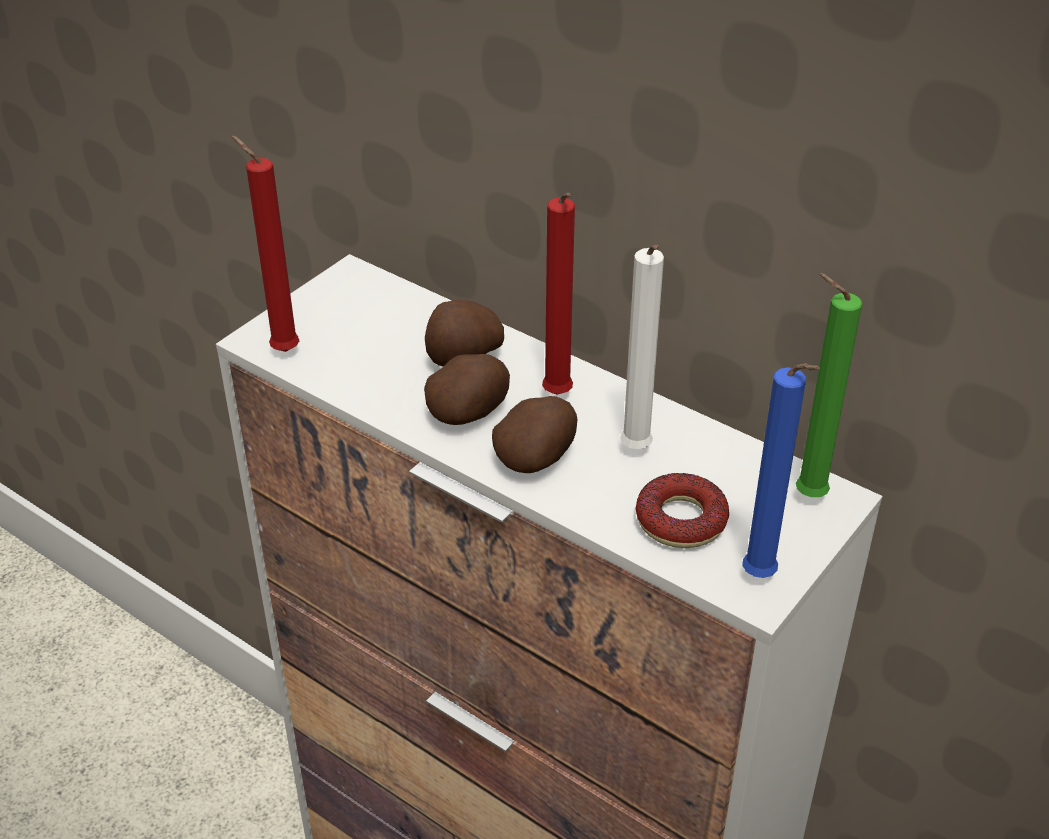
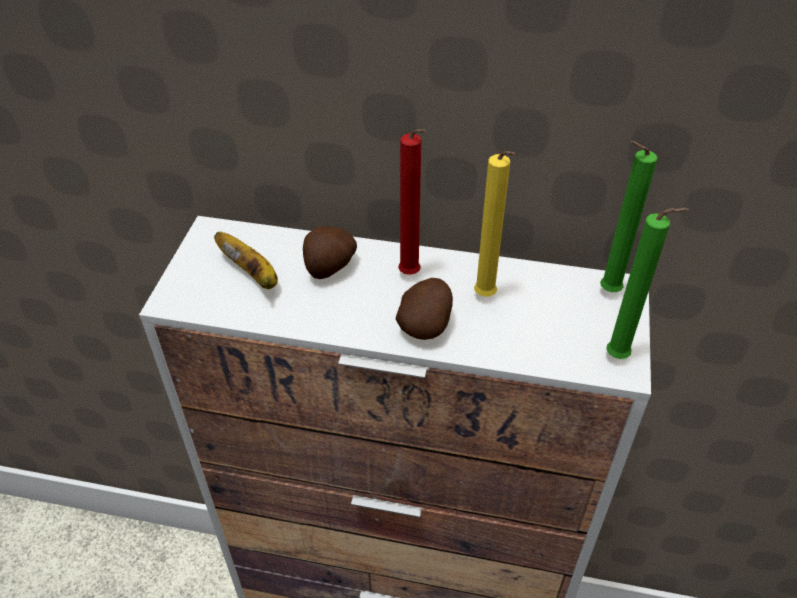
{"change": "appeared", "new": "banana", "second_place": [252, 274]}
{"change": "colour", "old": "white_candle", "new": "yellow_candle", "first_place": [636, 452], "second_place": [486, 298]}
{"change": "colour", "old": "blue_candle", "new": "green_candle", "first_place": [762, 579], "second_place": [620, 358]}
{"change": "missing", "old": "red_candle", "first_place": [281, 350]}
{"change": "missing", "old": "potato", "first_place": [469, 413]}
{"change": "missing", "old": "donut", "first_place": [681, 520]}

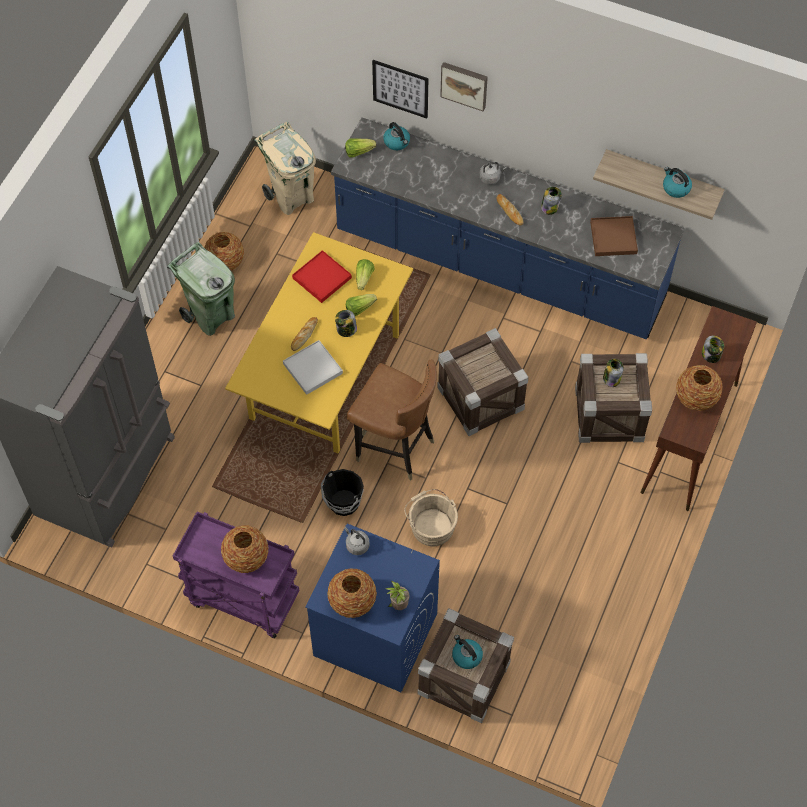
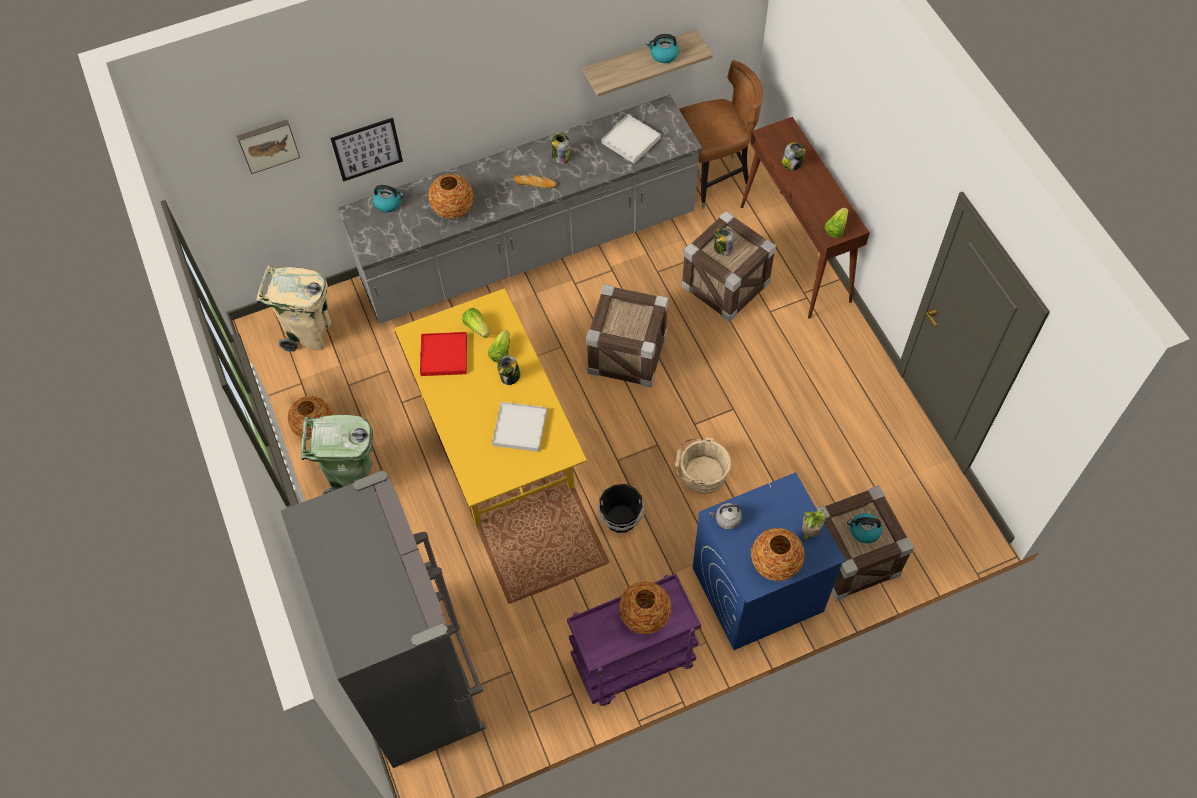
{"change": "relocated", "old": "picture", "first_place": [464, 84], "second_place": [268, 144]}
{"change": "colour", "old": "blue_counter", "new": "grey_counter", "first_place": [499, 266], "second_place": [529, 250]}
{"change": "relocated", "old": "vase", "first_place": [695, 398], "second_place": [453, 209]}
{"change": "colour", "old": "brown_tray", "new": "white_tray", "first_place": [613, 238], "second_place": [631, 140]}
{"change": "relocated", "old": "brown_chair", "first_place": [394, 448], "second_place": [715, 180]}
{"change": "relocated", "old": "lettuce", "first_place": [358, 152], "second_place": [836, 228]}
{"change": "missing", "old": "bread", "first_place": [304, 335]}
{"change": "missing", "old": "grey_kettle", "first_place": [491, 177]}

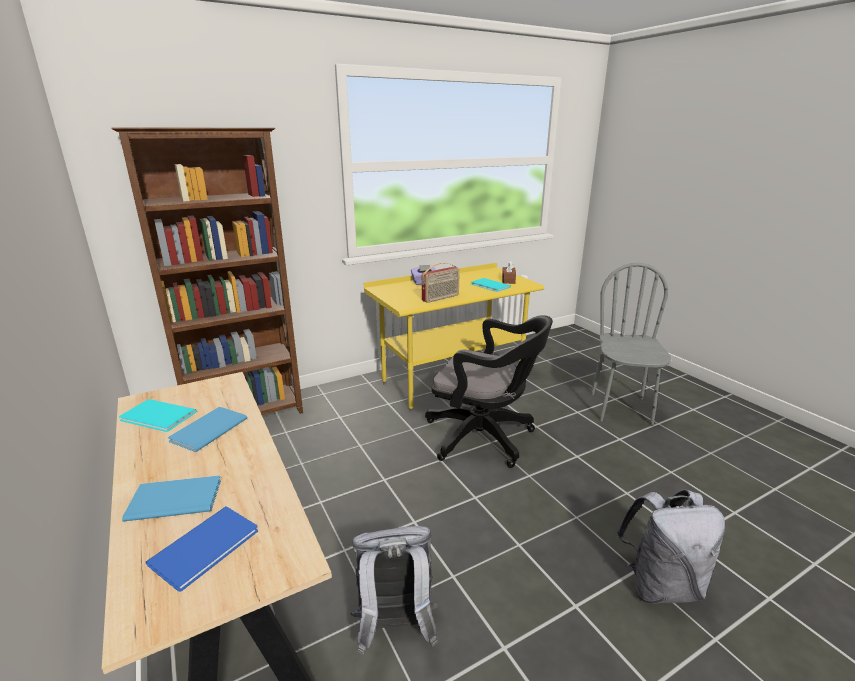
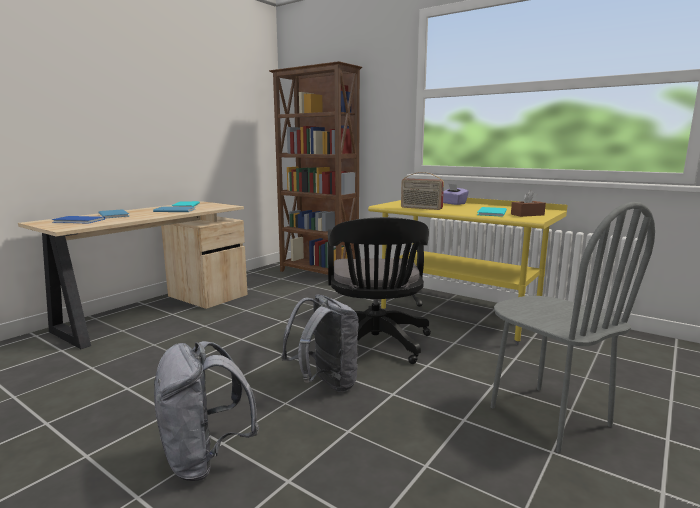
{"change": "relocated", "old": "grey_backpack", "first_place": [395, 628], "second_place": [325, 384]}
{"change": "spun", "old": "grey_chair", "first_place": [621, 409], "second_place": [548, 416], "degrees": 75}

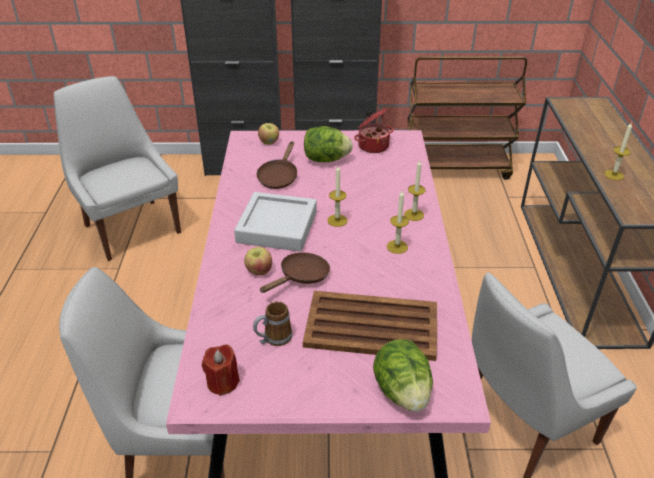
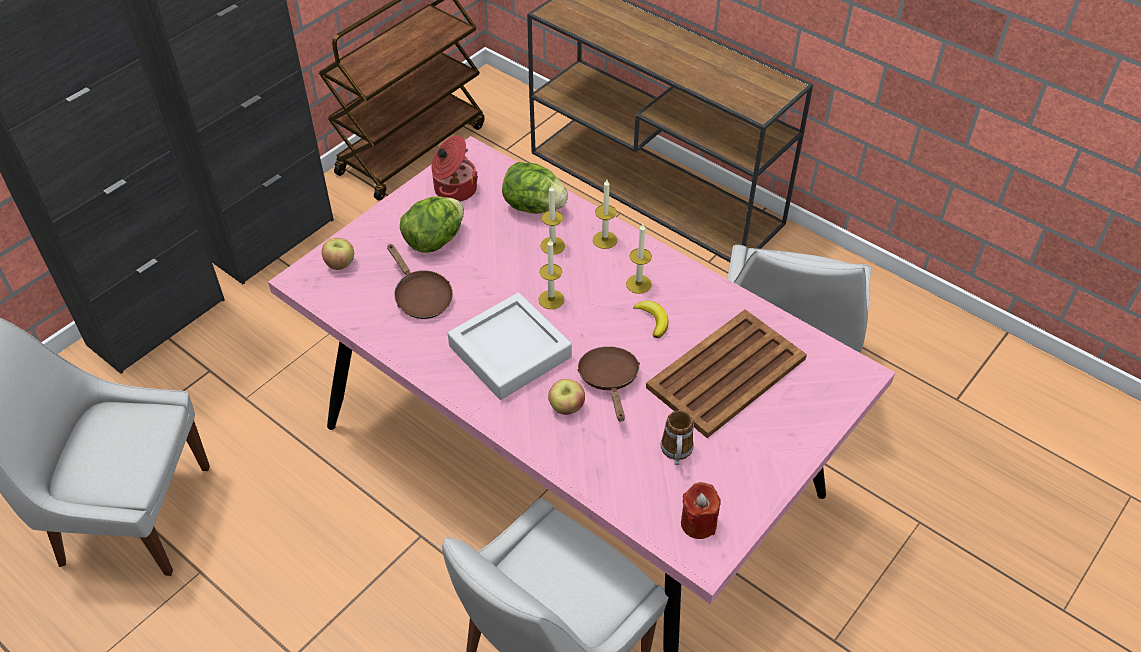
{"change": "relocated", "old": "lettuce", "first_place": [402, 391], "second_place": [533, 206]}
{"change": "relocated", "old": "candle", "first_place": [614, 175], "second_place": [552, 245]}
{"change": "appeared", "new": "banana", "second_place": [653, 320]}

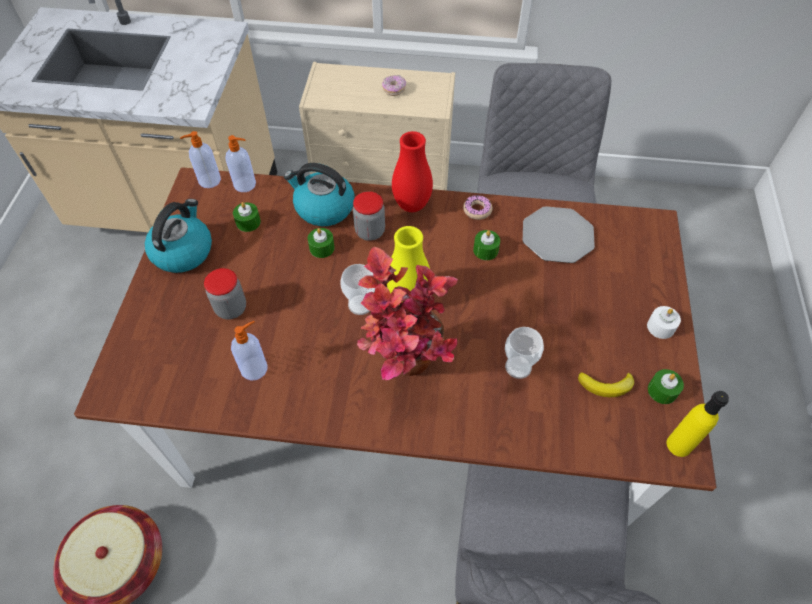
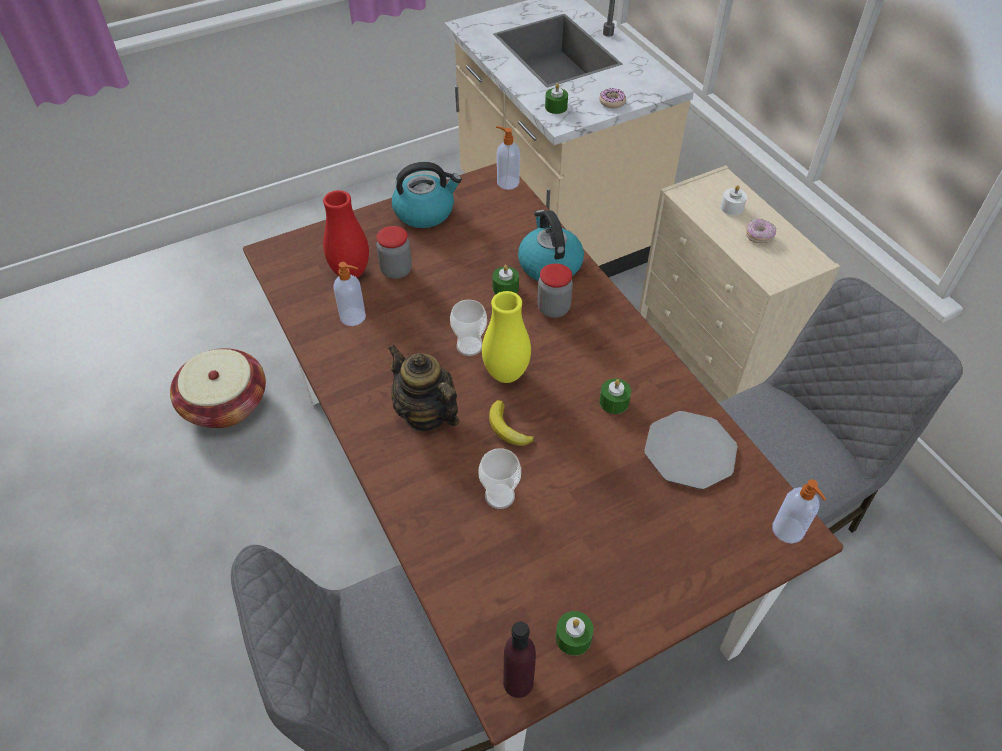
{"change": "relocated", "old": "red_vase", "first_place": [412, 205], "second_place": [350, 273]}
{"change": "exchanged", "old": "potted_plant", "new": "teapot", "first_place": [404, 372], "second_place": [425, 414]}
{"change": "relocated", "old": "banana", "first_place": [606, 385], "second_place": [507, 428]}
{"change": "colour", "old": "yellow_bottle", "new": "purple_bottle", "first_place": [679, 445], "second_place": [518, 682]}
{"change": "relocated", "old": "green_candle", "first_place": [248, 222], "second_place": [556, 107]}
{"change": "relocated", "old": "donut", "first_place": [477, 210], "second_place": [612, 102]}
{"change": "relocated", "old": "white_candle", "first_place": [660, 327], "second_place": [732, 207]}
{"change": "relocated", "old": "soap_dispenser", "first_place": [245, 184], "second_place": [788, 531]}

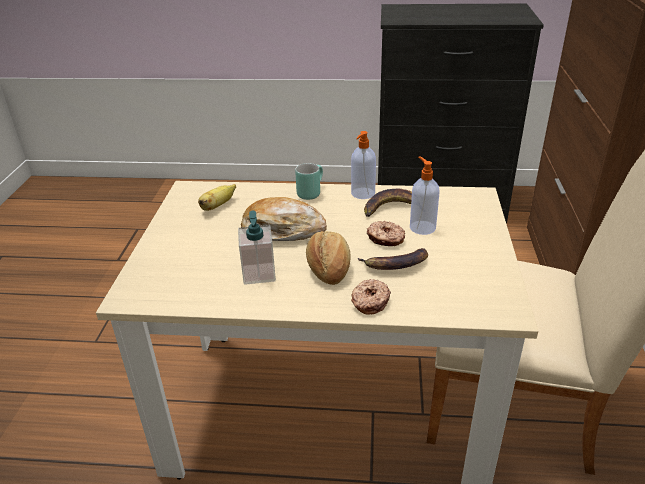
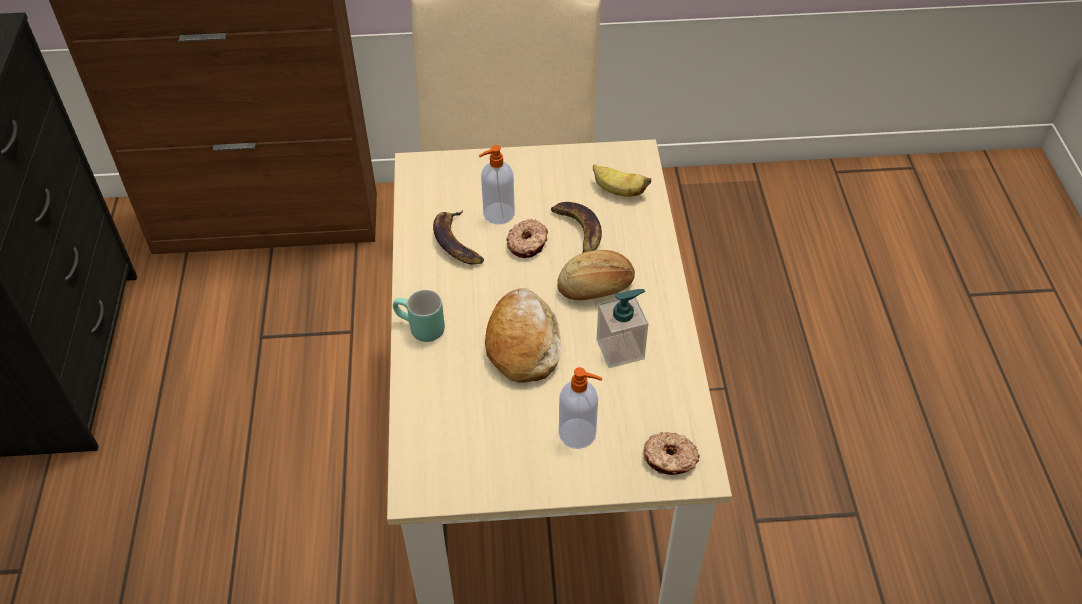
{"change": "relocated", "old": "soap_dispenser", "first_place": [362, 194], "second_place": [579, 434]}
{"change": "relocated", "old": "banana", "first_place": [217, 206], "second_place": [618, 191]}
{"change": "relocated", "old": "donut", "first_place": [369, 301], "second_place": [669, 459]}

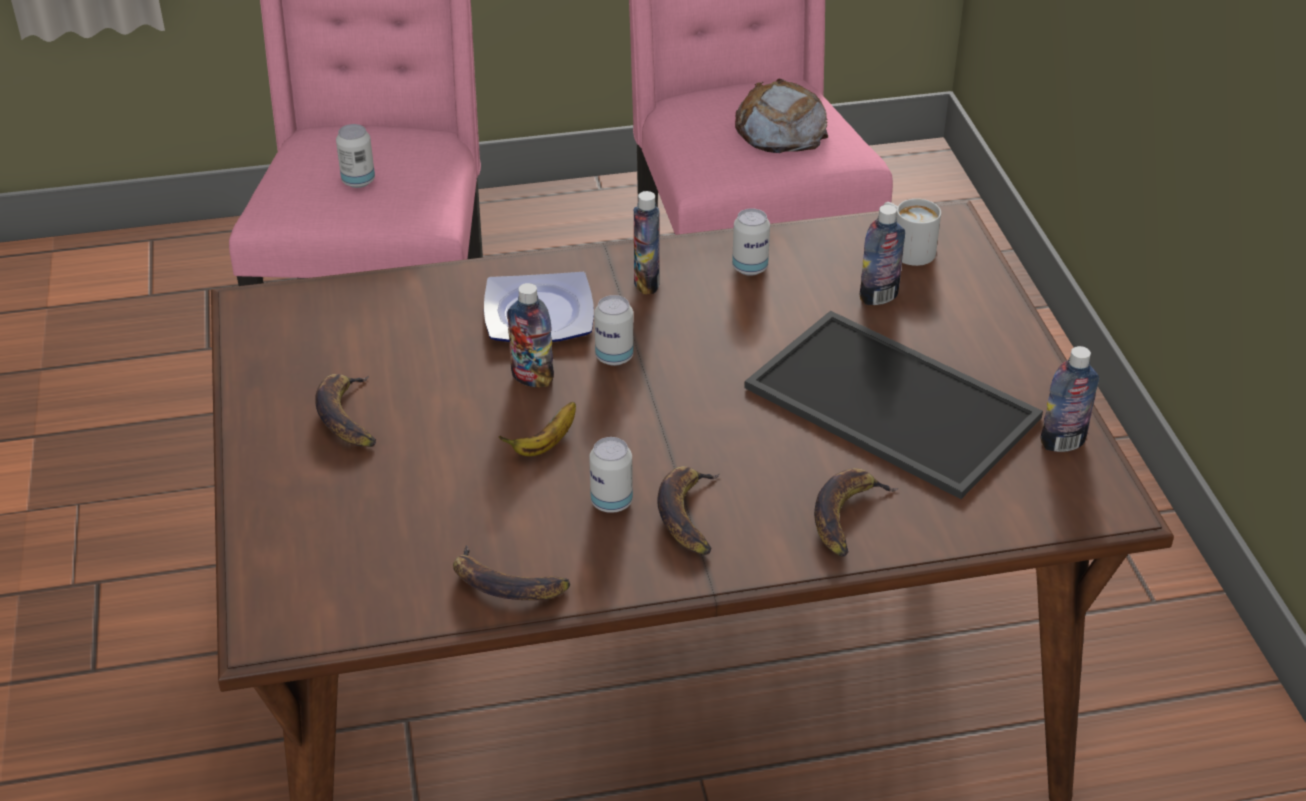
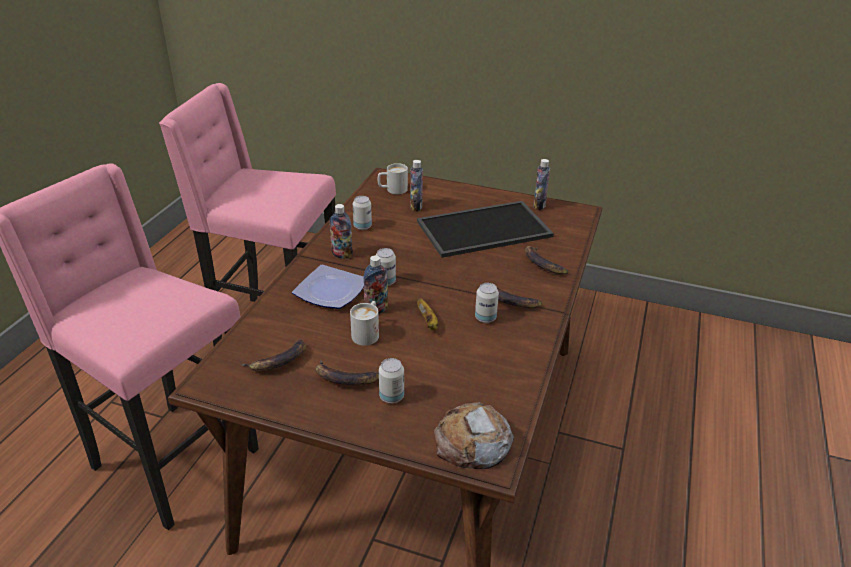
{"change": "relocated", "old": "banana", "first_place": [505, 585], "second_place": [278, 361]}
{"change": "appeared", "new": "white_mug", "second_place": [367, 333]}
{"change": "relocated", "old": "can", "first_place": [358, 181], "second_place": [391, 397]}
{"change": "relocated", "old": "bread", "first_place": [779, 129], "second_place": [473, 442]}

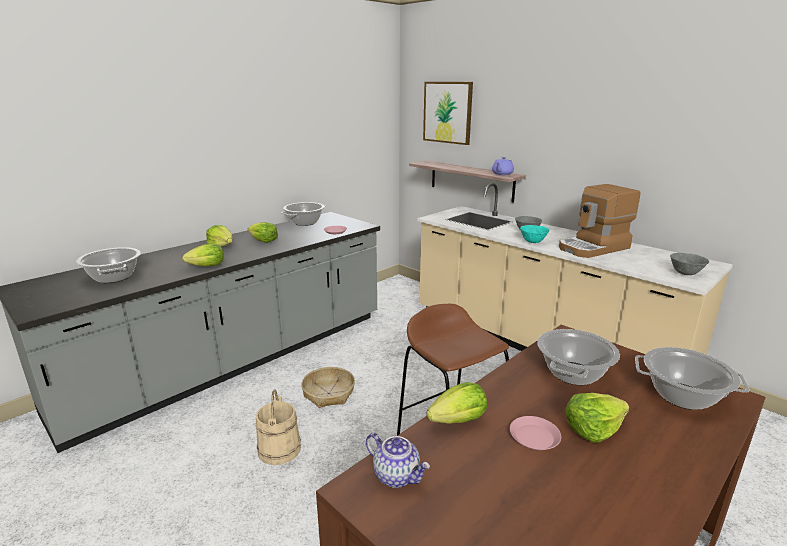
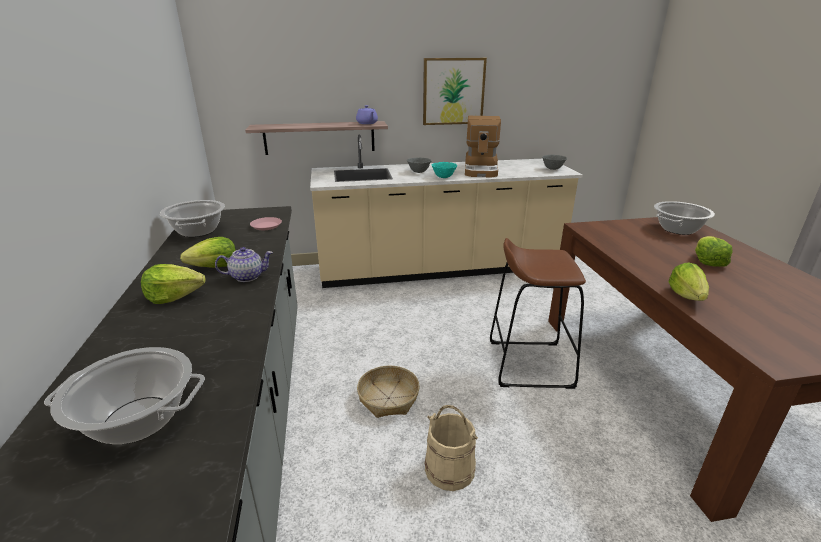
{"change": "relocated", "old": "teapot", "first_place": [397, 475], "second_place": [247, 276]}
{"change": "relocated", "old": "picture", "first_place": [447, 112], "second_place": [453, 91]}
{"change": "missing", "old": "lettuce", "first_place": [207, 266]}
{"change": "missing", "old": "pink_plate", "first_place": [534, 437]}
{"change": "missing", "old": "cooking_pot", "first_place": [573, 373]}

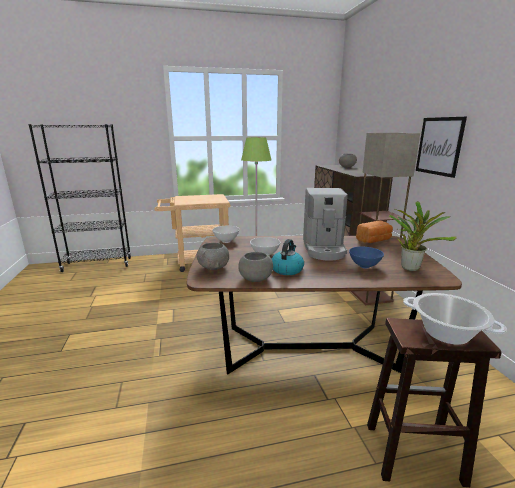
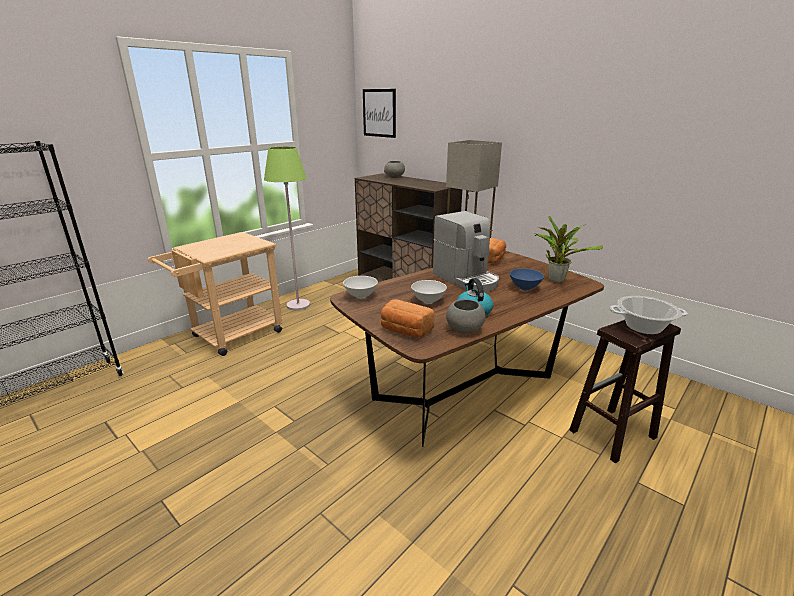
{"change": "relocated", "old": "picture", "first_place": [439, 146], "second_place": [379, 113]}
{"change": "exchanged", "old": "grey_bowl", "new": "bread", "first_place": [213, 267], "second_place": [405, 331]}

